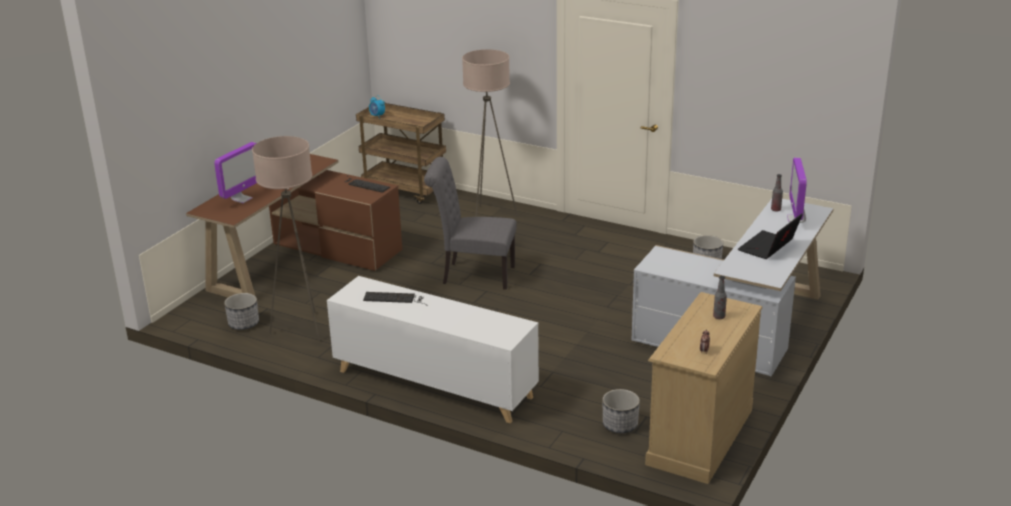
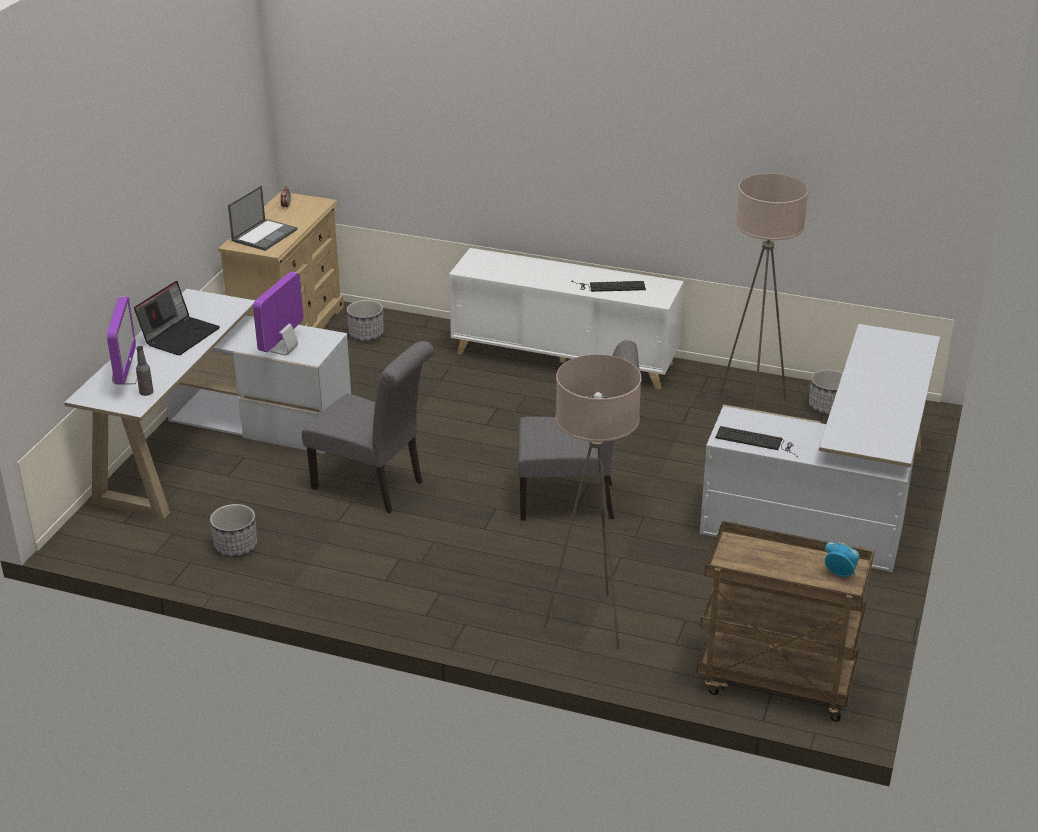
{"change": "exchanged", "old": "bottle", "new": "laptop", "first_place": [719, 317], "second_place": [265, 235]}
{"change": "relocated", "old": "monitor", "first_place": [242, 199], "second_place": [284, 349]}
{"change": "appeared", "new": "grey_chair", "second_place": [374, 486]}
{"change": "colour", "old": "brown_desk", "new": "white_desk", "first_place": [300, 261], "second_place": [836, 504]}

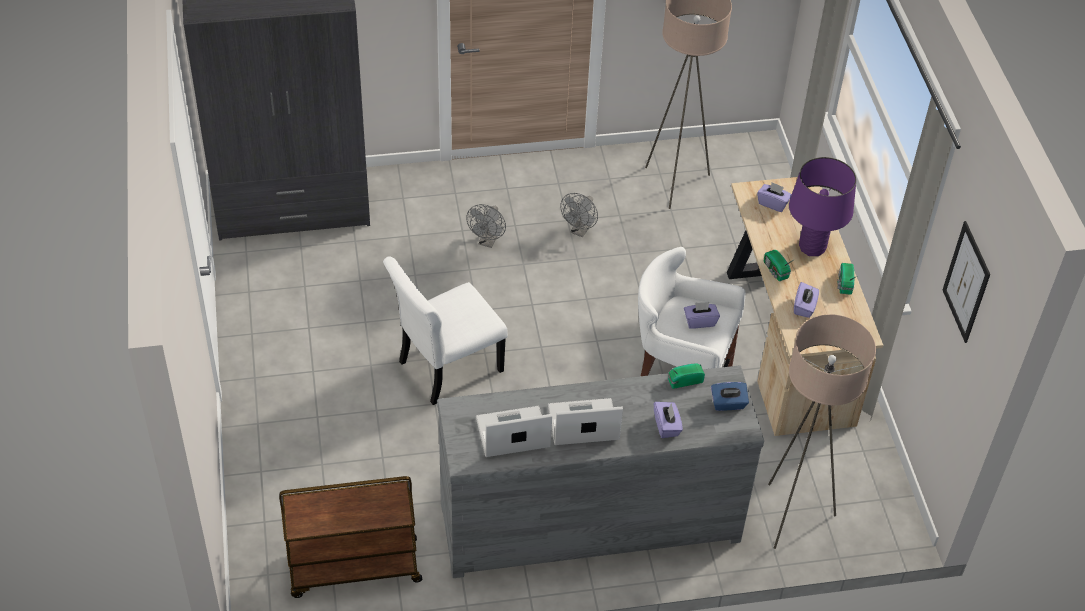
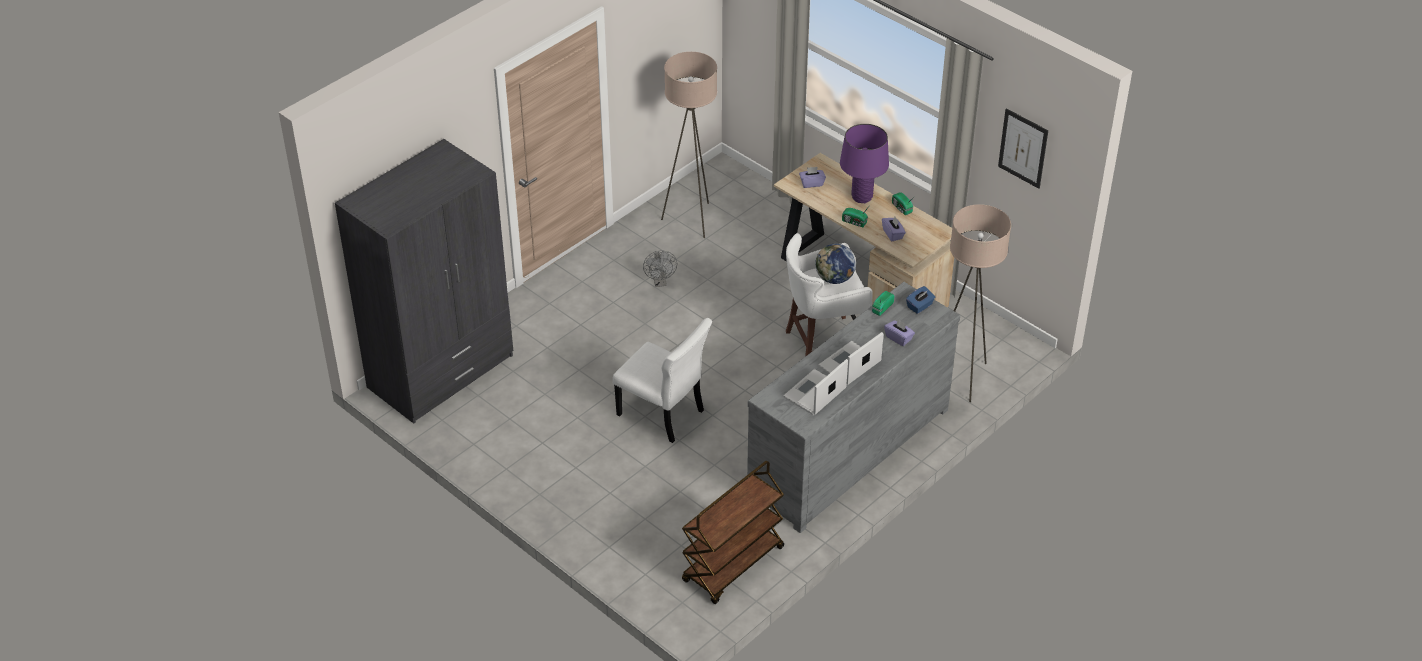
{"change": "spun", "old": "white_chair", "first_place": [446, 368], "second_place": [663, 414], "degrees": -75}
{"change": "exchanged", "old": "purple_tissue_box", "new": "globe", "first_place": [700, 321], "second_place": [834, 279]}
{"change": "missing", "old": "grey_fan", "first_place": [488, 241]}

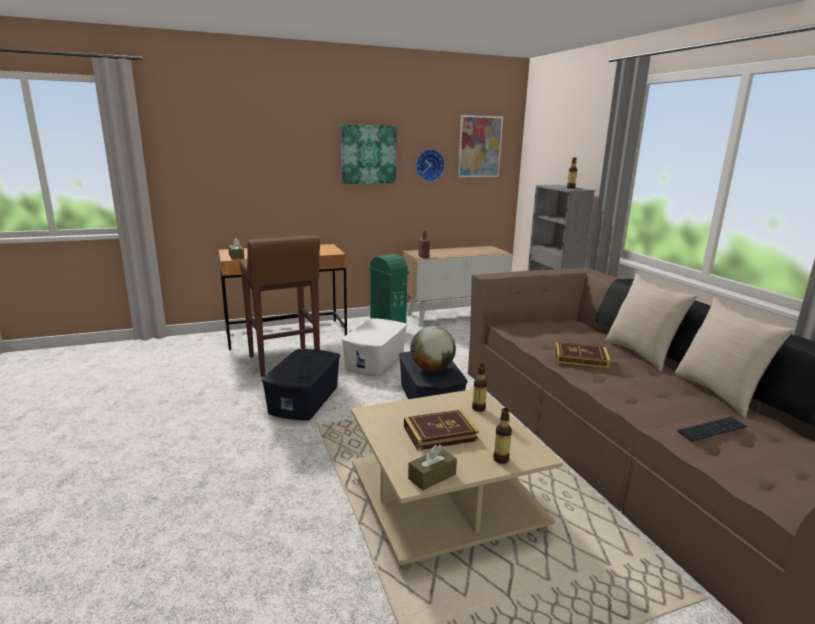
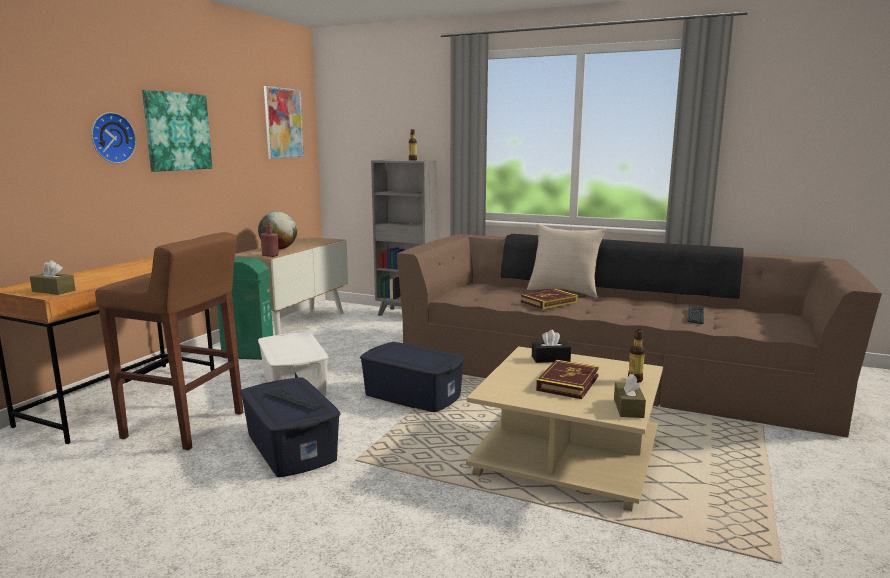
{"change": "relocated", "old": "wall_clock", "first_place": [429, 165], "second_place": [111, 138]}
{"change": "relocated", "old": "globe", "first_place": [432, 369], "second_place": [279, 249]}
{"change": "exchanged", "old": "bottle", "new": "black_tissue_box", "first_place": [478, 408], "second_place": [550, 359]}
{"change": "missing", "old": "beige_pillow", "first_place": [719, 393]}

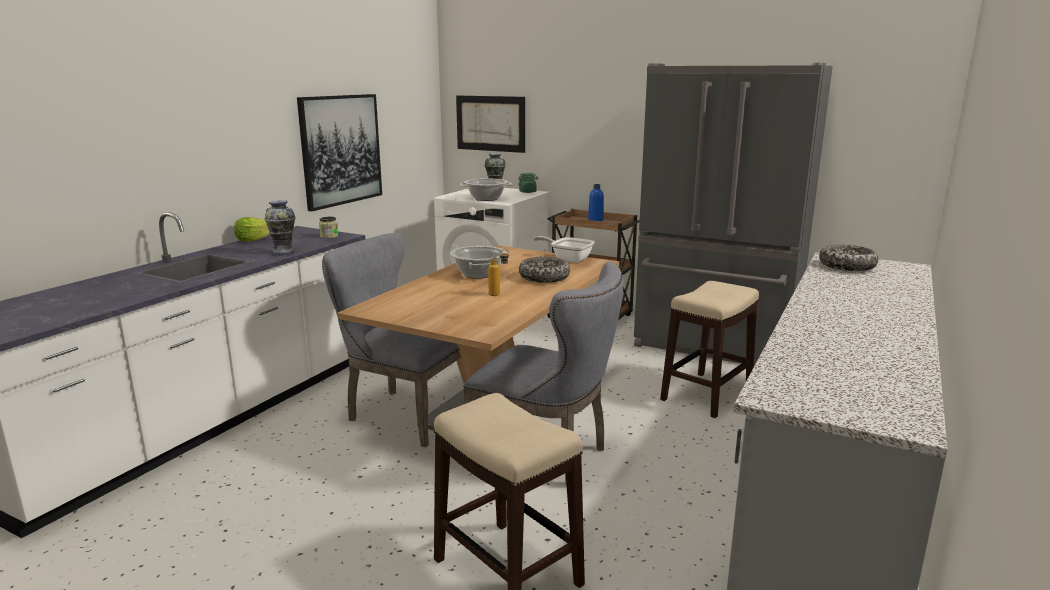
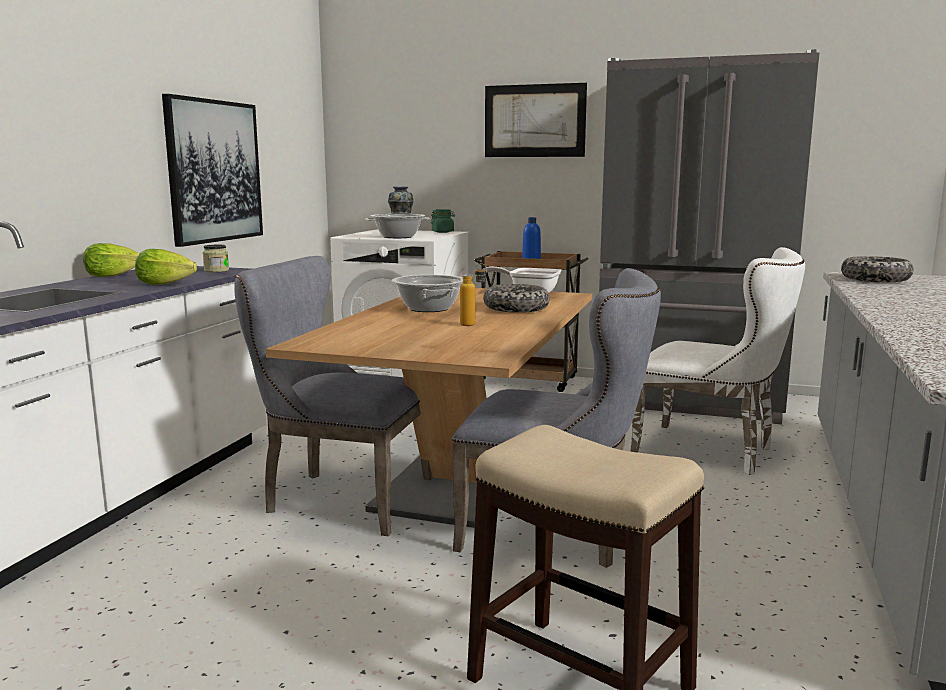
{"change": "exchanged", "old": "vase", "new": "lettuce", "first_place": [284, 252], "second_place": [164, 284]}
{"change": "relocated", "old": "picture", "first_place": [490, 123], "second_place": [534, 121]}
{"change": "exchanged", "old": "stool", "new": "white_chair", "first_place": [706, 395], "second_place": [712, 451]}

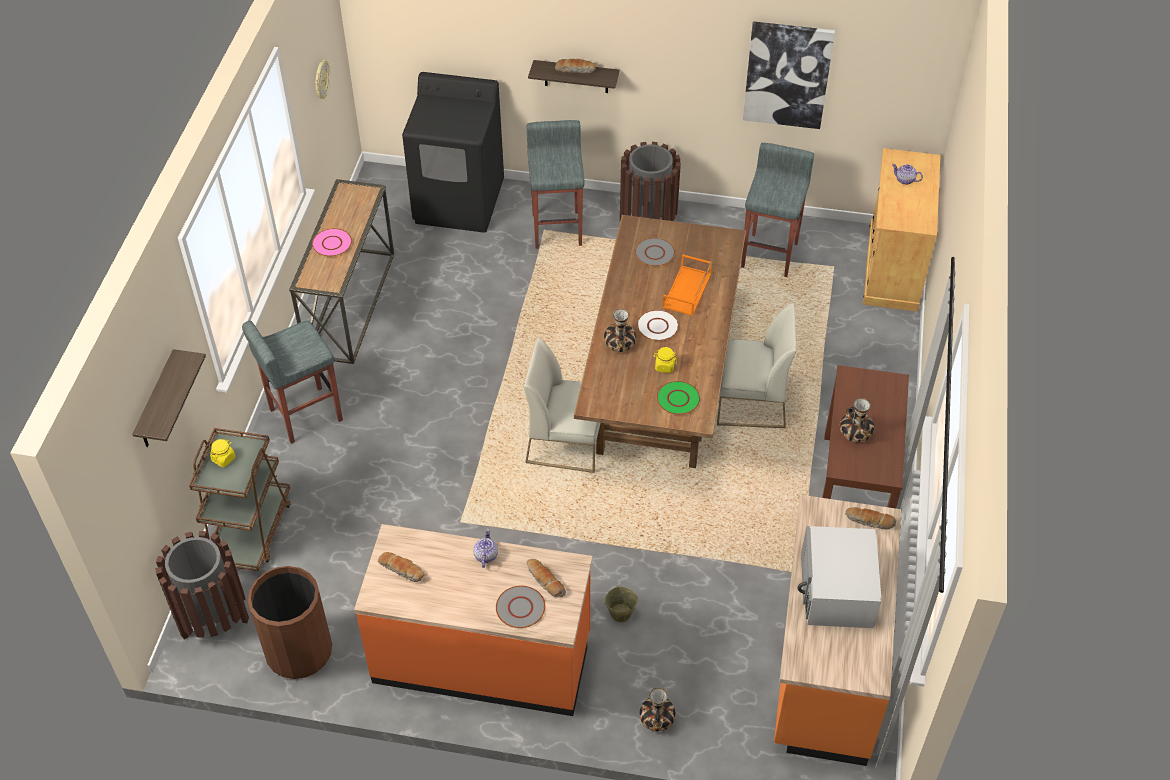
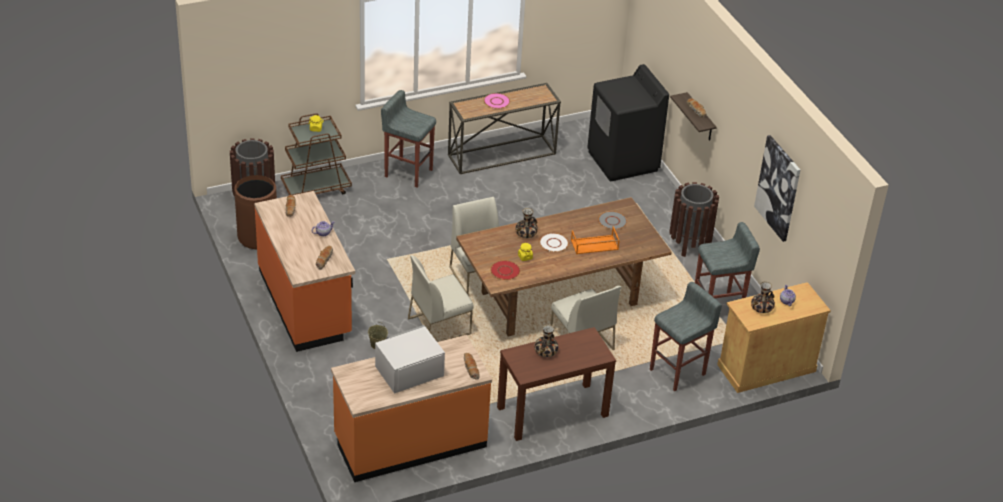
{"change": "appeared", "new": "white_chair", "second_place": [439, 326]}
{"change": "colour", "old": "green_plate", "new": "red_plate", "first_place": [678, 398], "second_place": [505, 271]}
{"change": "relocated", "old": "grey_stool", "first_place": [557, 228], "second_place": [678, 372]}
{"change": "relocated", "old": "vase", "first_place": [657, 719], "second_place": [761, 308]}
{"change": "missing", "old": "shelf", "first_place": [157, 403]}
{"change": "missing", "old": "wall_clock", "first_place": [321, 80]}
{"change": "missing", "old": "grey_plate", "first_place": [520, 607]}

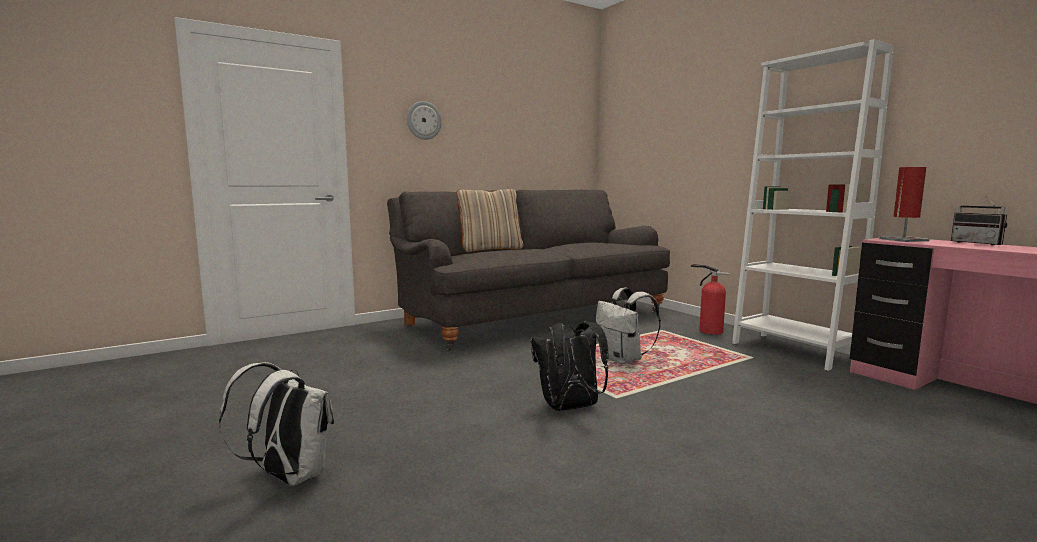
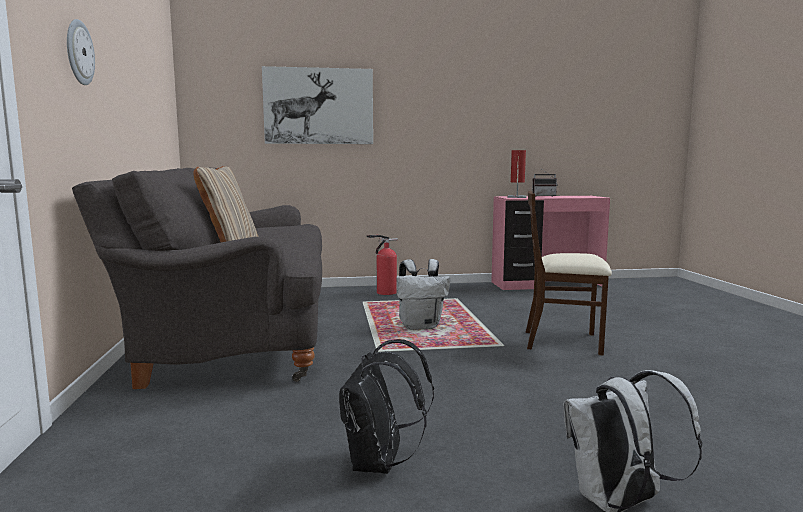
{"change": "appeared", "new": "picture", "second_place": [318, 106]}
{"change": "relocated", "old": "black_backpack", "first_place": [569, 408], "second_place": [380, 464]}
{"change": "appeared", "new": "beige_chair", "second_place": [563, 342]}
{"change": "missing", "old": "white_bookcase", "first_place": [792, 350]}

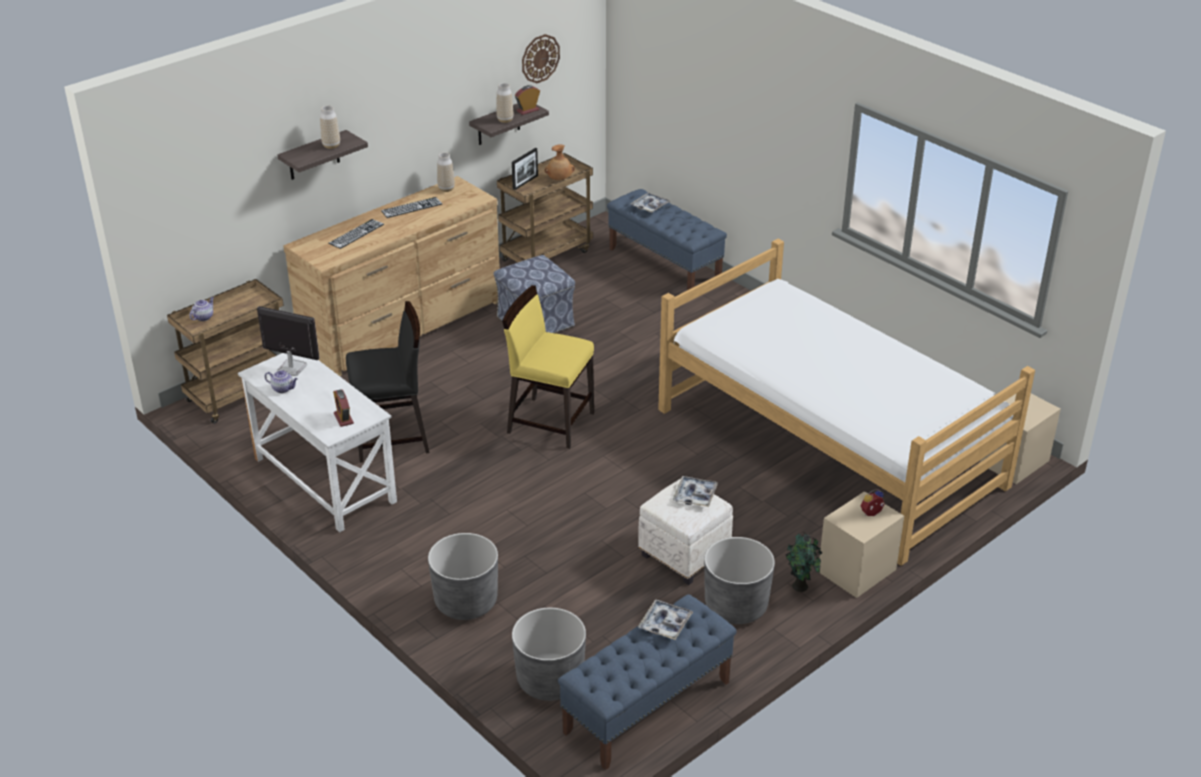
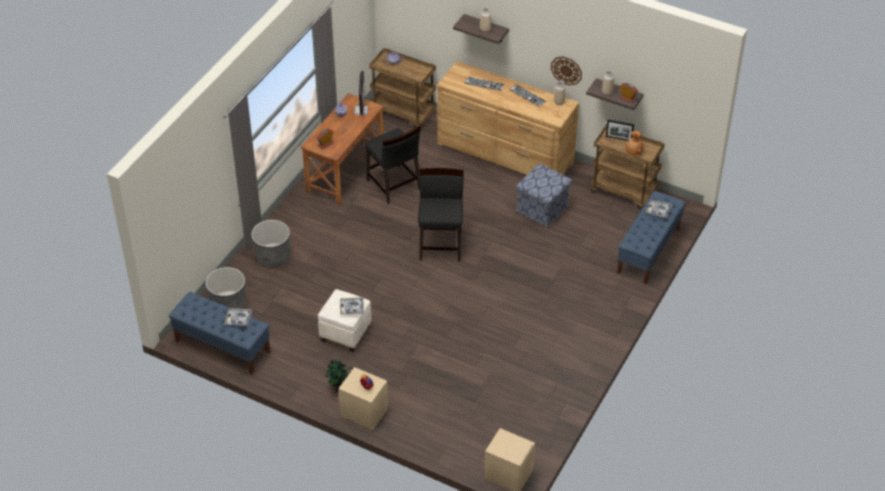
{"change": "colour", "old": "white_desk", "new": "brown_desk", "first_place": [324, 480], "second_place": [345, 172]}
{"change": "colour", "old": "yellow_chair", "new": "black_chair", "first_place": [550, 422], "second_place": [441, 245]}
{"change": "relocated", "old": "wall_clock", "first_place": [540, 58], "second_place": [566, 70]}
{"change": "missing", "old": "bed", "first_place": [828, 448]}
{"change": "missing", "old": "grey_planter", "first_place": [736, 606]}

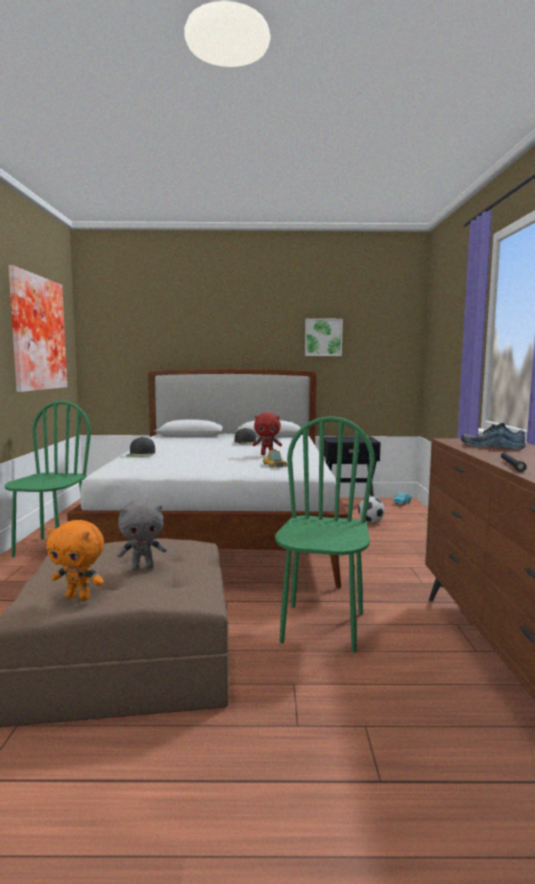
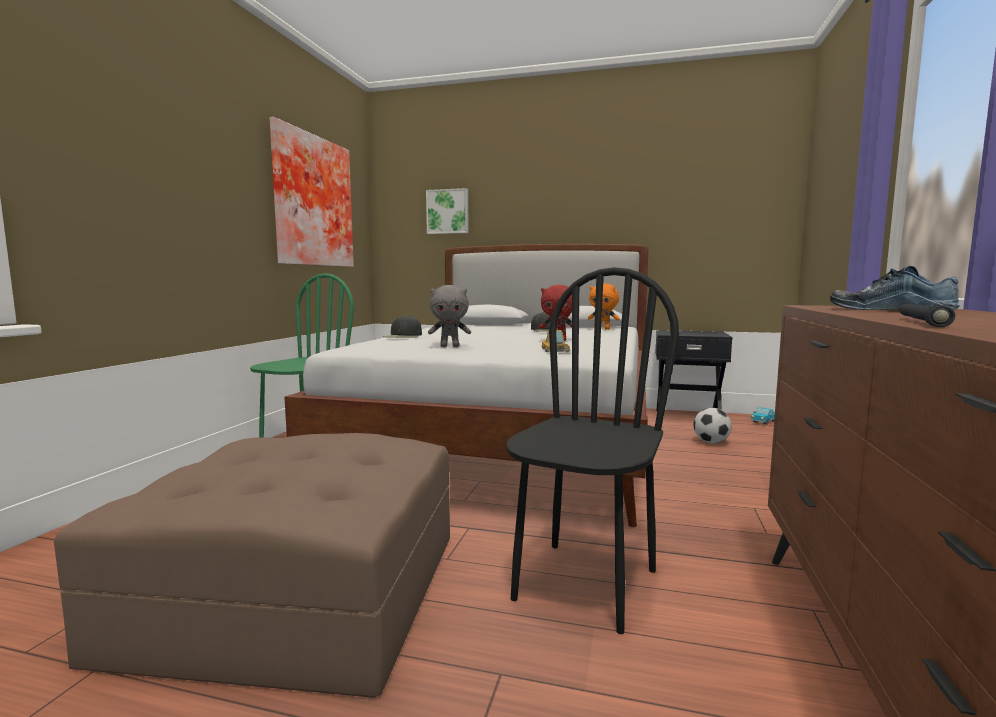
{"change": "relocated", "old": "picture", "first_place": [323, 337], "second_place": [448, 211]}
{"change": "relocated", "old": "grey_plush_toy", "first_place": [142, 567], "second_place": [450, 346]}
{"change": "colour", "old": "green_chair", "new": "black_chair", "first_place": [322, 627], "second_place": [584, 584]}
{"change": "relocated", "old": "orange_plush_toy", "first_place": [79, 597], "second_place": [603, 329]}

